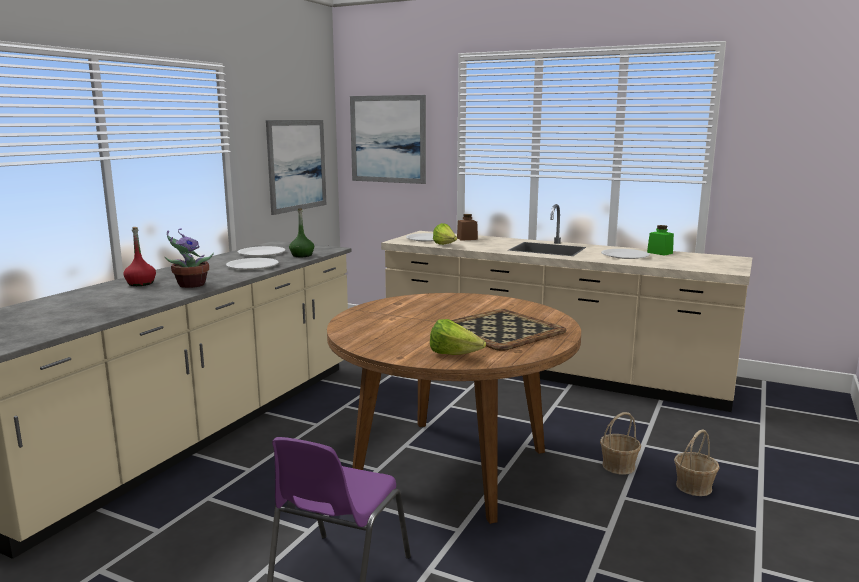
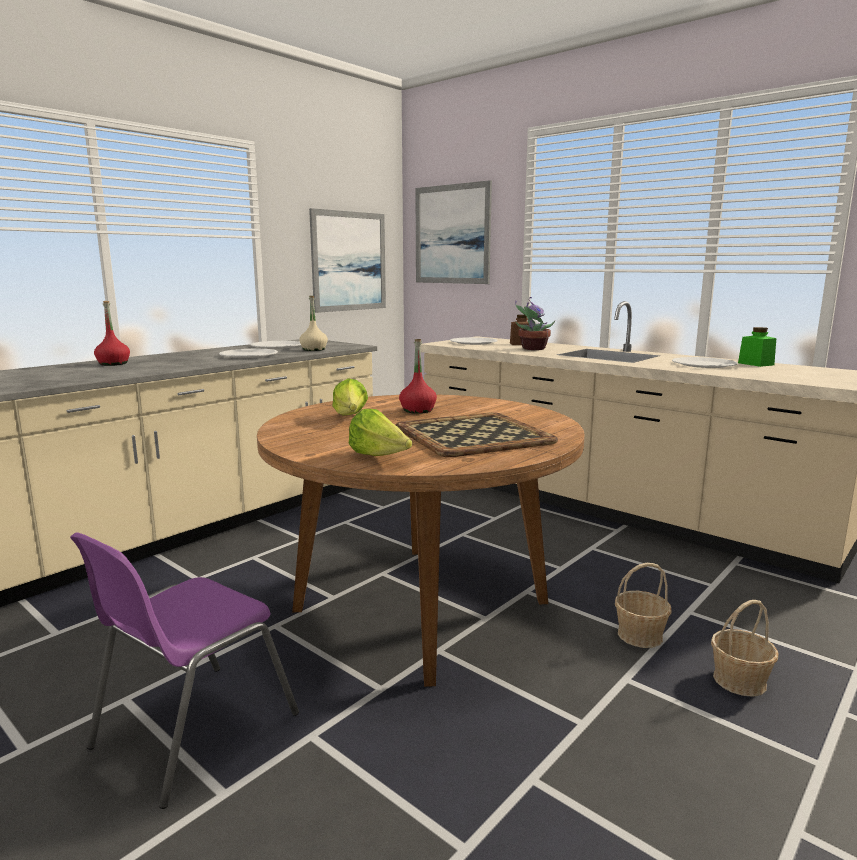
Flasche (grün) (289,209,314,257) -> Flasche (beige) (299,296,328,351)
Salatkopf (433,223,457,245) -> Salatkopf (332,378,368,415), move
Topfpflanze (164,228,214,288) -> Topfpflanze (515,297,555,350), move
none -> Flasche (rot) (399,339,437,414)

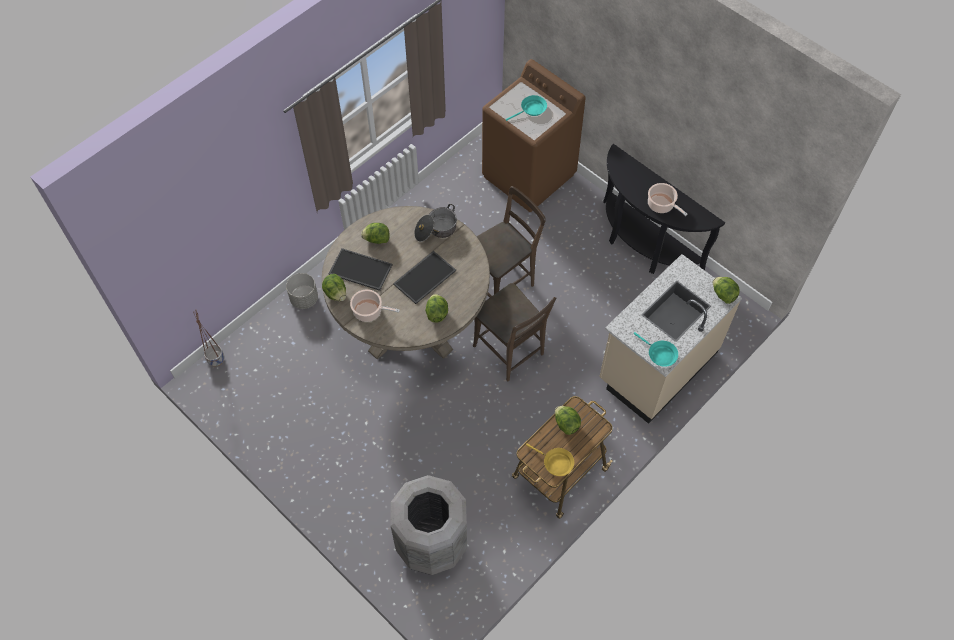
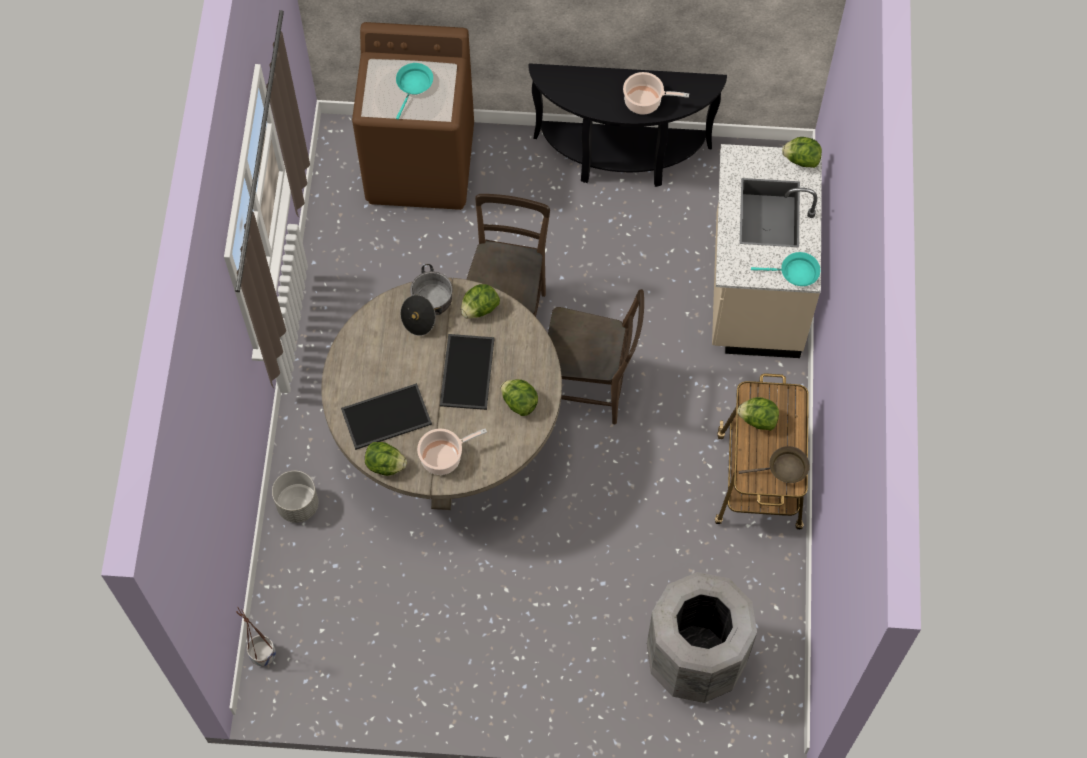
Salatkopf (361,223,390,244) -> Salatkopf (461,284,500,319), move
Pfanne (gelb) (526,443,574,476) -> Pfanne (braun) (739,446,810,483)

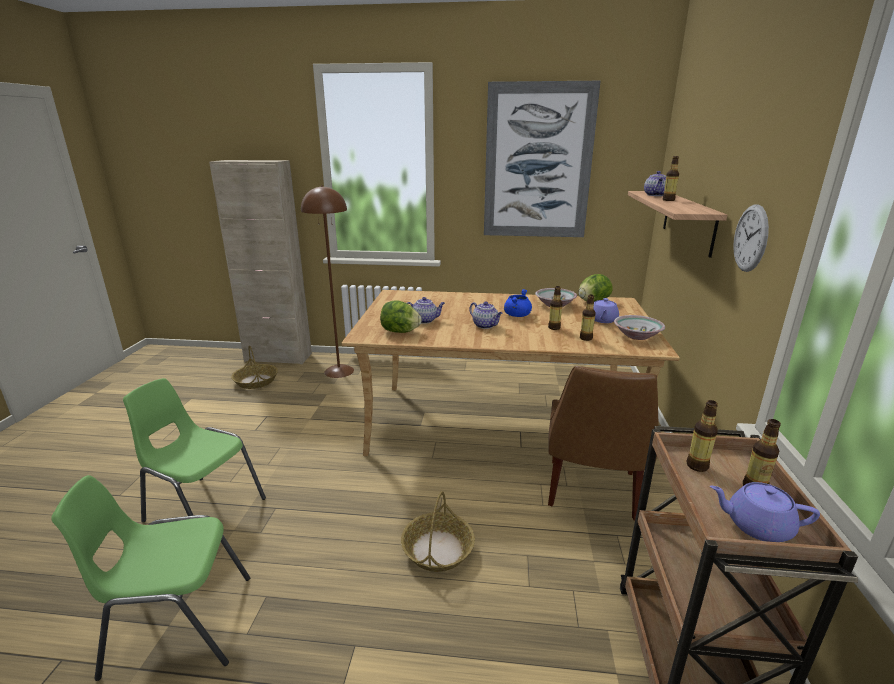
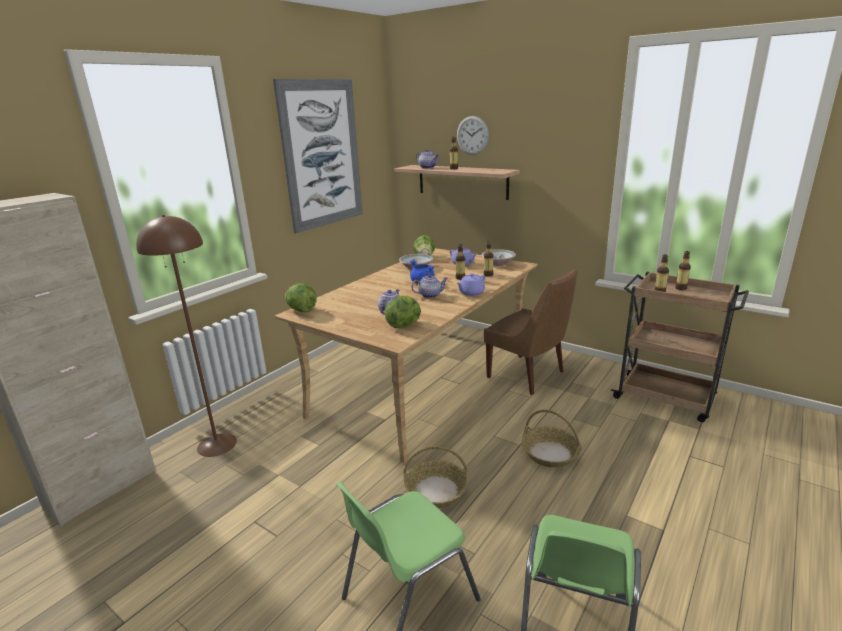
Wanduhr (733,204,769,272) -> Wanduhr (457,116,489,155), move
Korb (231,346,278,389) -> Korb (404,446,468,508), move
Teekanne (lila) (710,482,820,542) -> Teekanne (lila) (456,273,485,296), move
none -> Salatkopf (285,283,317,312)

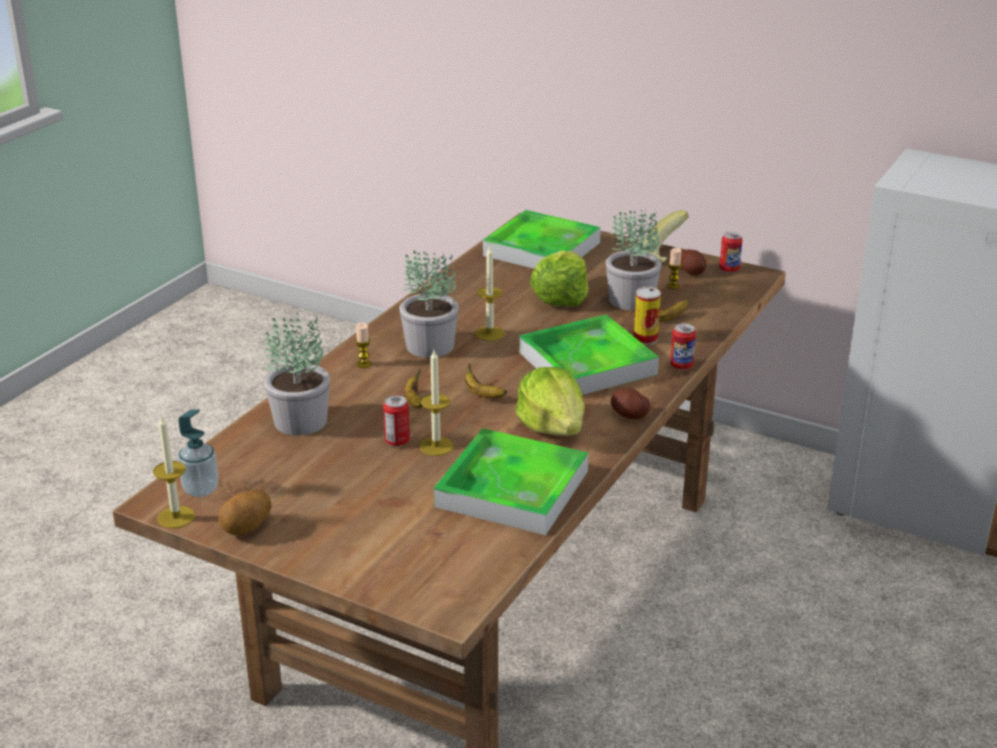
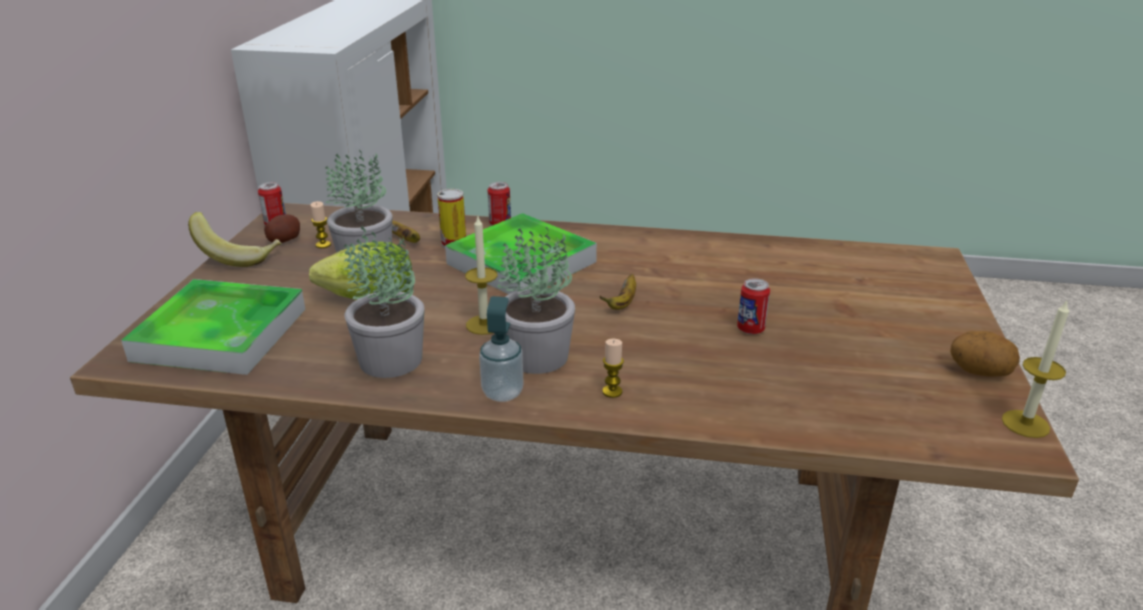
Topfpflanze (264,313,330,435) -> Topfpflanze (344,226,425,378), move
Kerze (420,350,454,456) -> none
Salatkopf (515,367,585,436) -> none
Banane (405,368,423,408) -> none
Kartoffel (611,388,650,419) -> none
Seifenspender (178,409,219,497) -> Seifenspender (479,296,523,402), move
Tablett (434,428,589,535) -> none

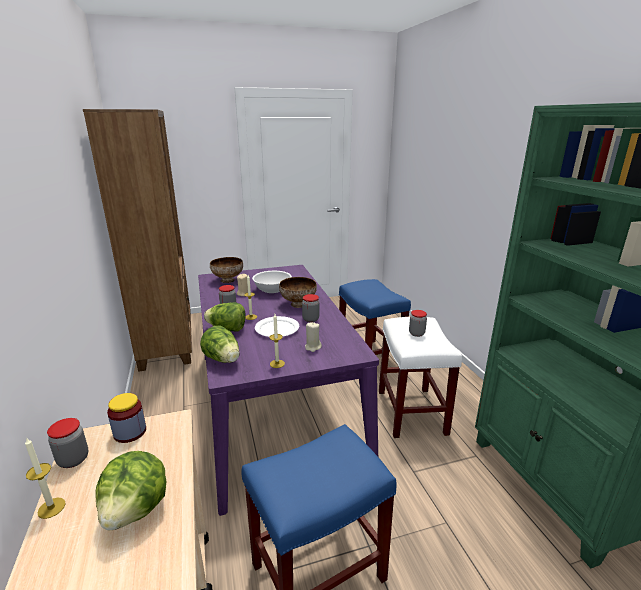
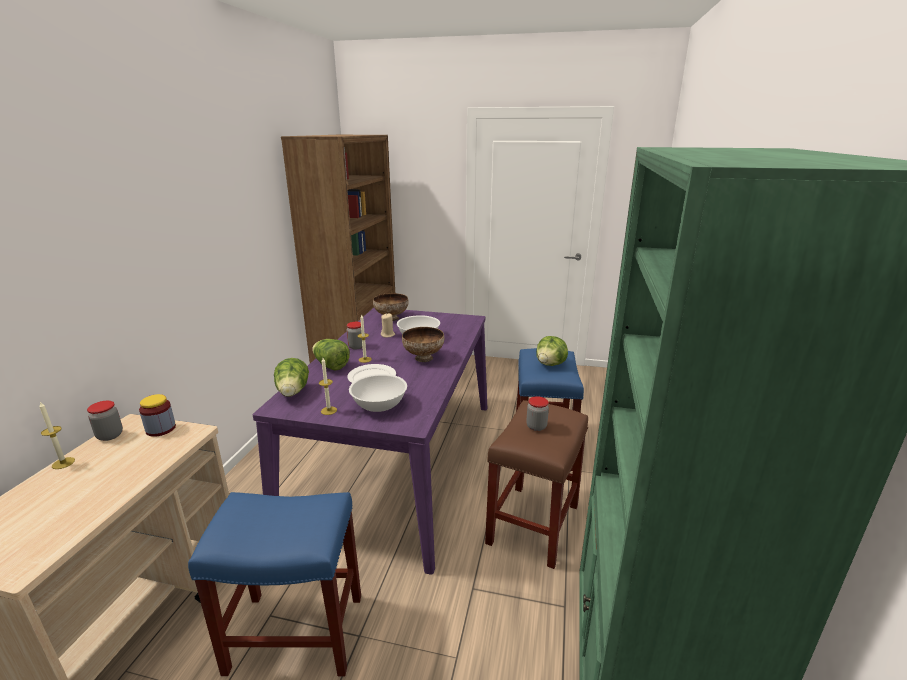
Vorratsglas (302,294,319,322) -> none
Hocker (weiß) (379,317,462,438) -> Hocker (braun) (485,400,588,569)
Kerze (beige) (305,322,322,352) -> Schüssel (weiß) (349,374,407,412)
Salatkopf (95,451,166,530) -> Salatkopf (536,336,568,366), move

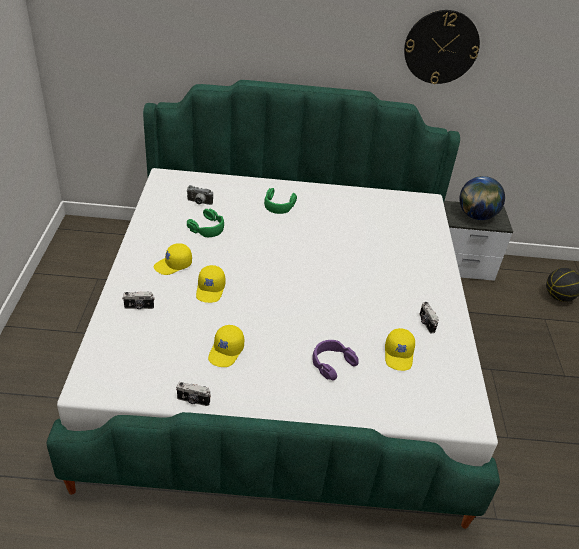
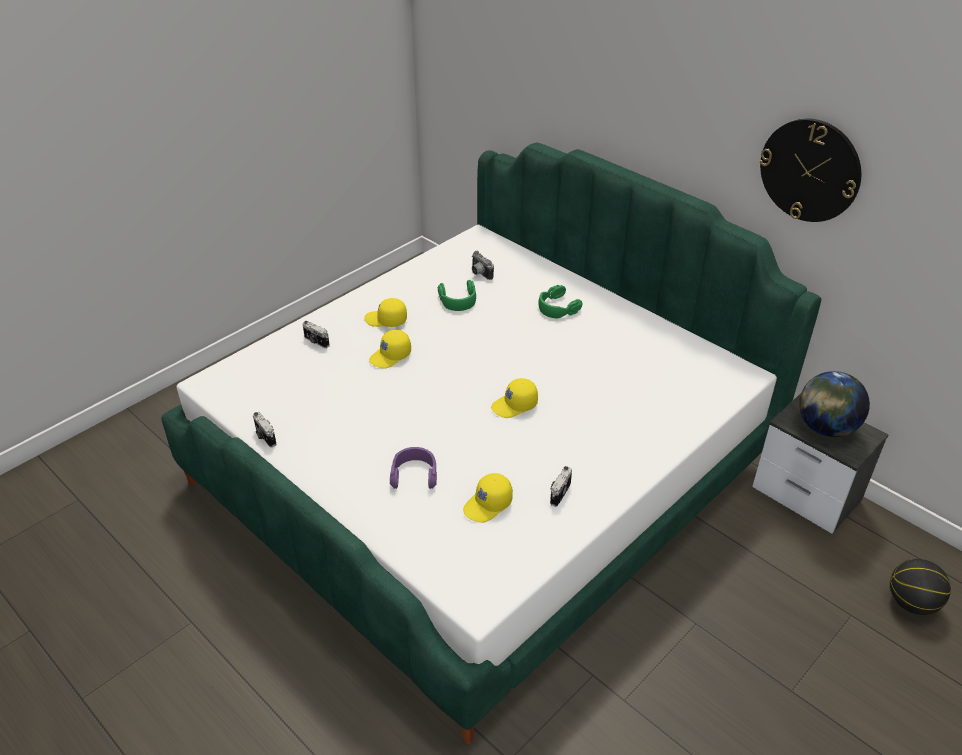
Kappe (gelb) (208,325,244,367) -> Kappe (gelb) (491,378,538,418), move

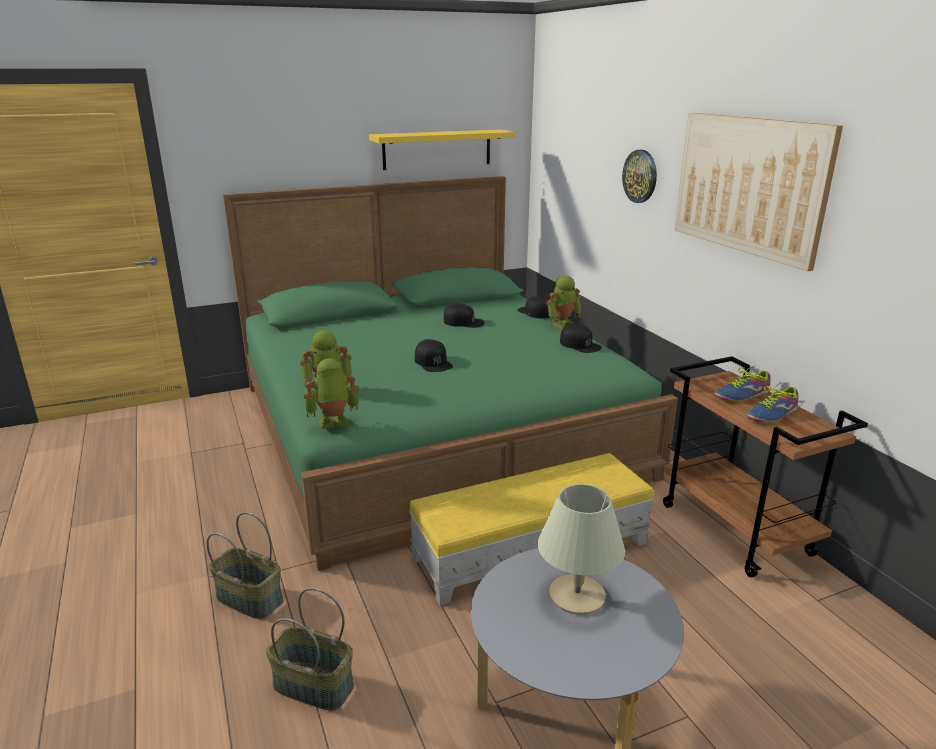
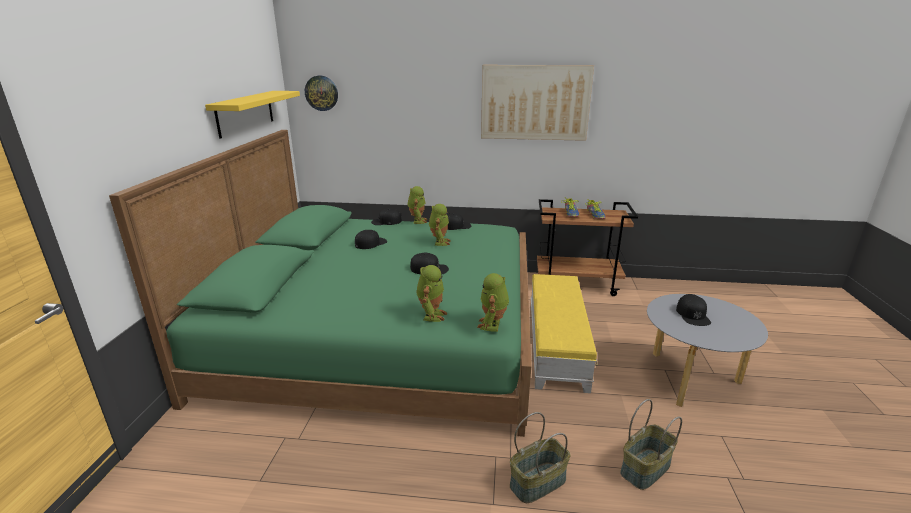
Wanduhr (622,150,657,203) -> Wanduhr (305,76,338,111), move
Tischlampe (beige) (538,484,625,615) -> Kappe (schwarz) (676,294,711,326)
none -> Spielzeugroboter (429,204,451,246)

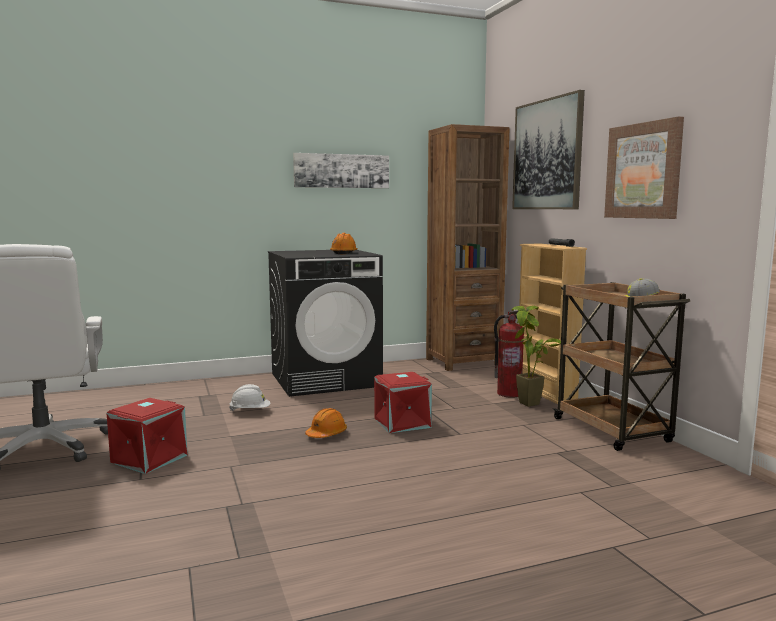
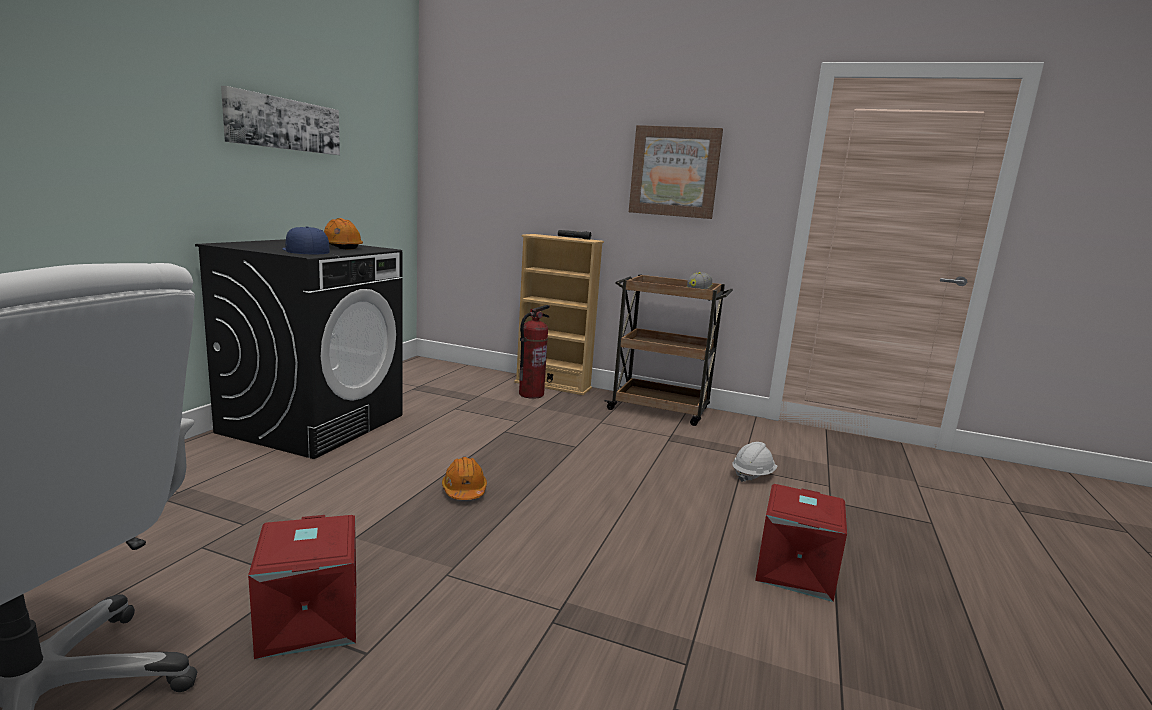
Bild (512,90,585,209) -> none
Bücherregal (braun) (426,124,510,371) -> none
Topfpflanze (512,306,561,407) -> none
Aufbewahrungsbox (rot) (374,372,432,433) -> Aufbewahrungsbox (rot) (755,484,847,602), move
Schutzhelm (weiß) (229,384,270,411) -> Schutzhelm (weiß) (733,442,778,482), move
none -> Kappe (blau) (282,226,330,254)

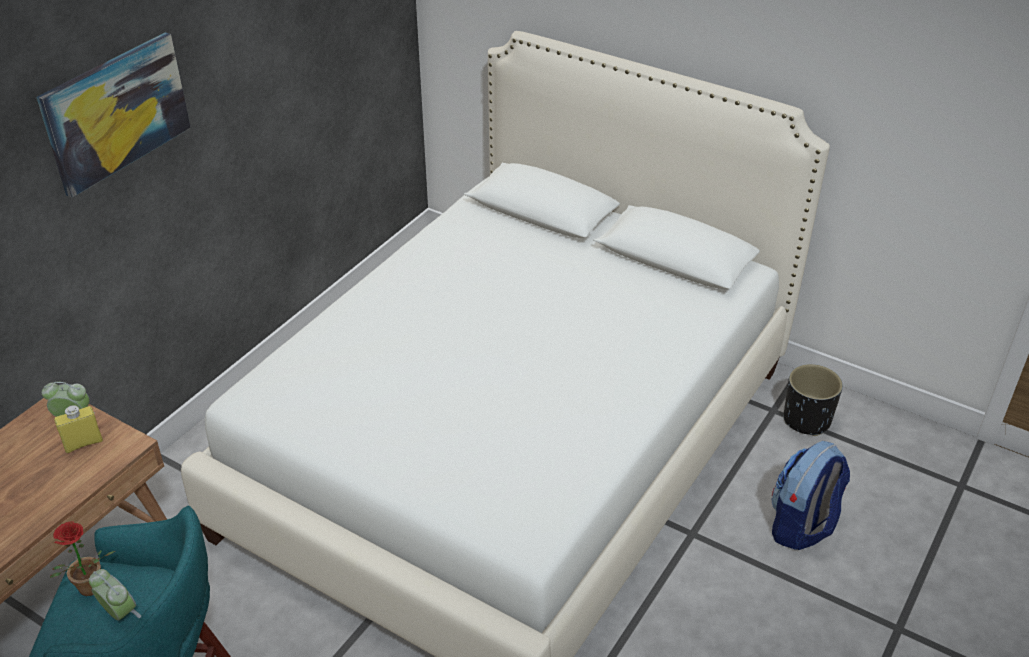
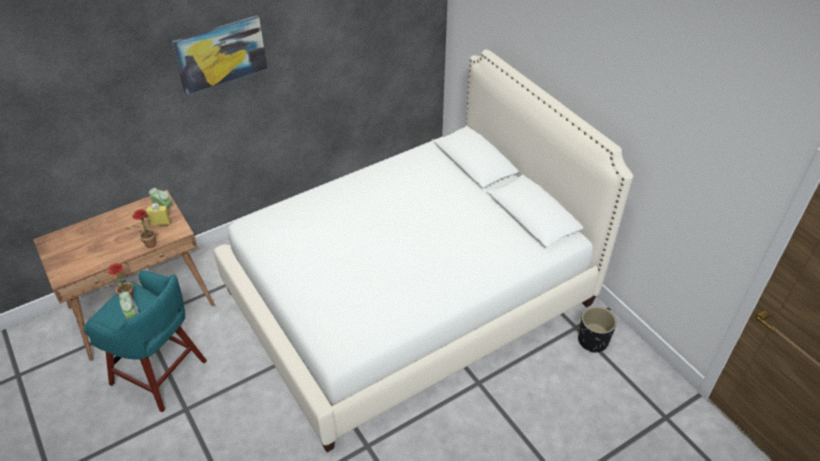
Rucksack (771,441,850,550) -> none
none -> Topfpflanze (125,209,158,248)

